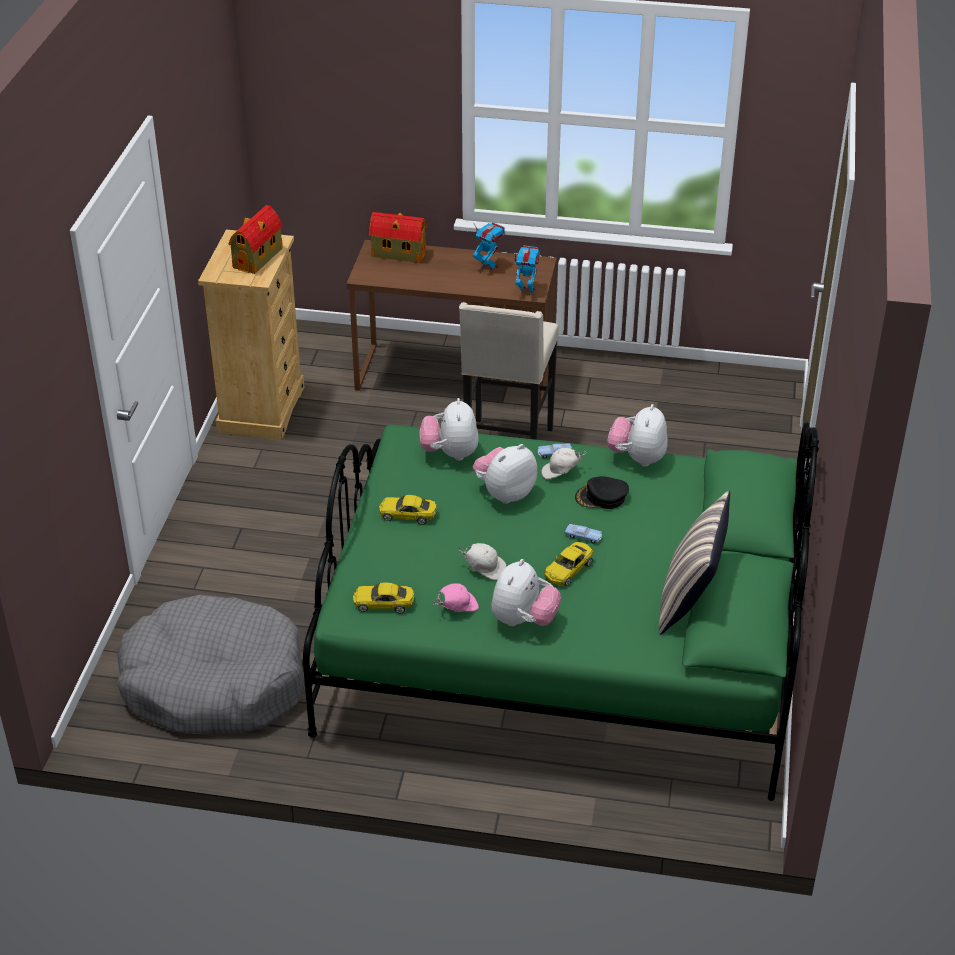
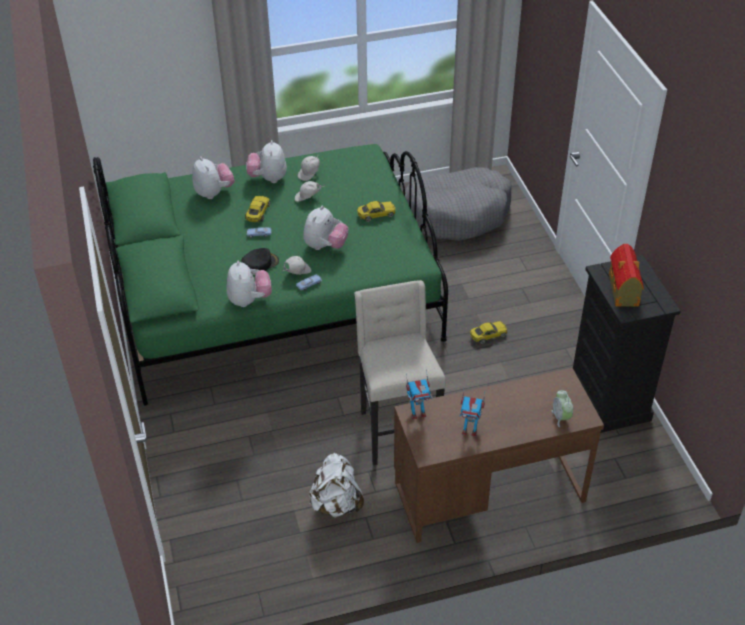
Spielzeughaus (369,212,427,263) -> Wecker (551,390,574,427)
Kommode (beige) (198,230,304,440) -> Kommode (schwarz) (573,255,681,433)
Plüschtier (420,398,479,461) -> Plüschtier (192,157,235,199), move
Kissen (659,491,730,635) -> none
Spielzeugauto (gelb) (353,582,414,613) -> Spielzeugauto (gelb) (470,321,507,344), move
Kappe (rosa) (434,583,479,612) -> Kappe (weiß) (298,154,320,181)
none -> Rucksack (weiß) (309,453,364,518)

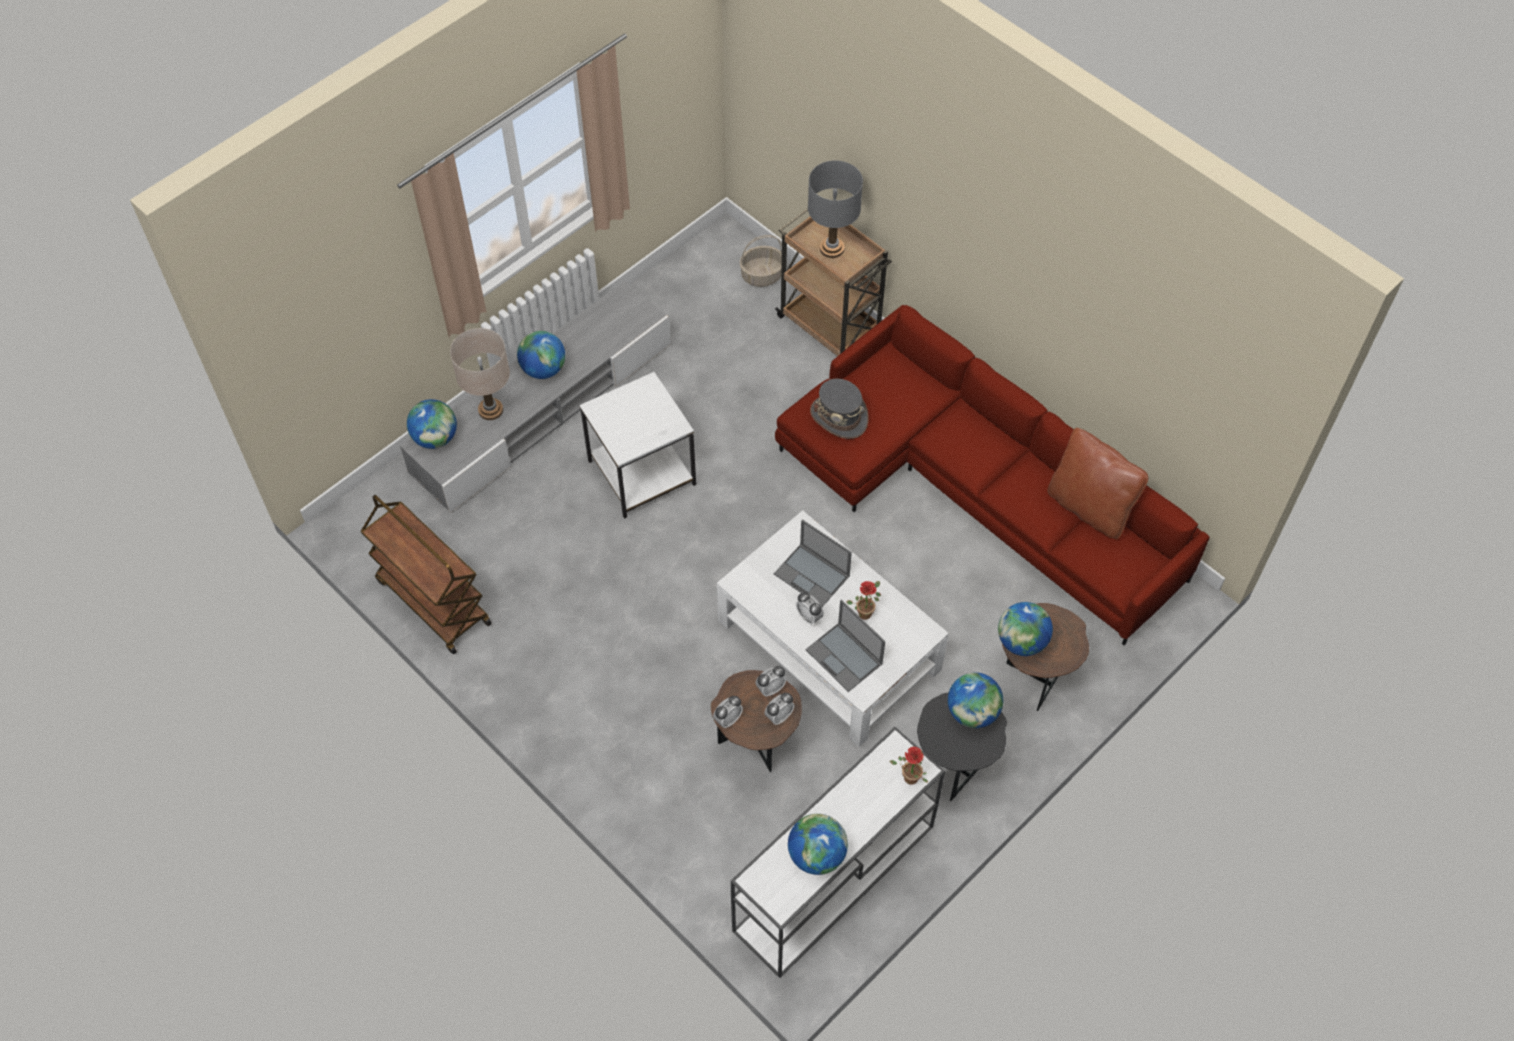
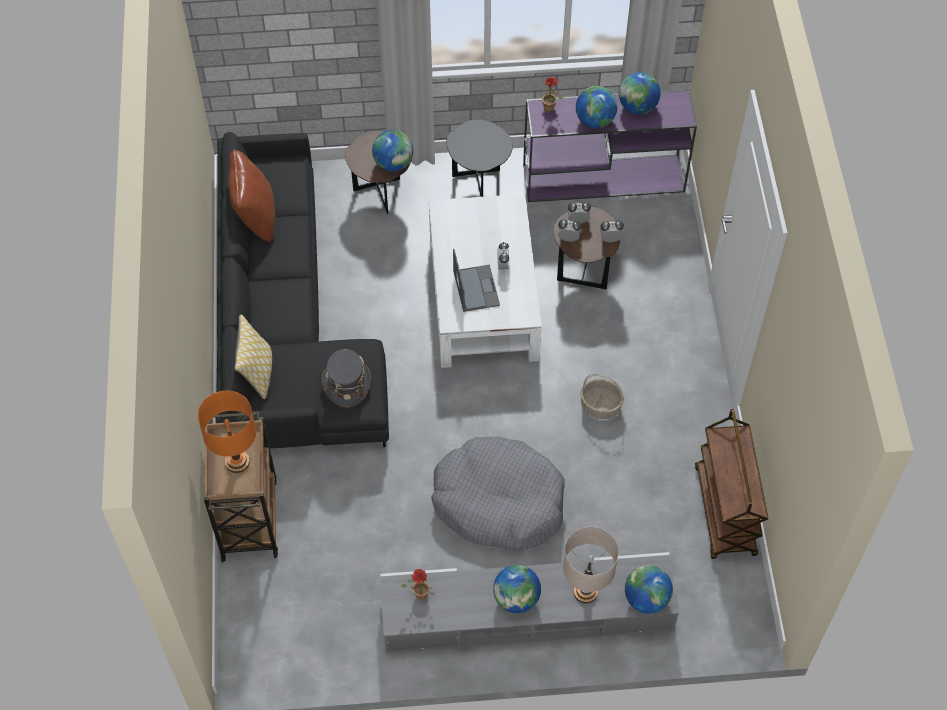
Tischlampe (grau) (808,160,863,258) -> Tischlampe (orange) (198,391,256,473)
Korb (740,235,782,287) -> Korb (580,374,624,419), move
Sofa (rot) (775,305,1210,646) -> Sofa (schwarz) (216,132,389,449)
Beistelltisch (weiß) (579,372,696,519) -> Hundebett (grau) (431,437,565,551)
Topfpflanze (847,581,881,620) -> Topfpflanze (401,569,435,600), move
Laptop (806,599,885,692) -> none
Globus (948,673,1003,728) -> Globus (576,86,617,128), move
Konsolentisch (weiß) (731,727,945,978) -> Konsolentisch (lila) (523,89,697,202)
none -> Kissen (235,314,272,399)

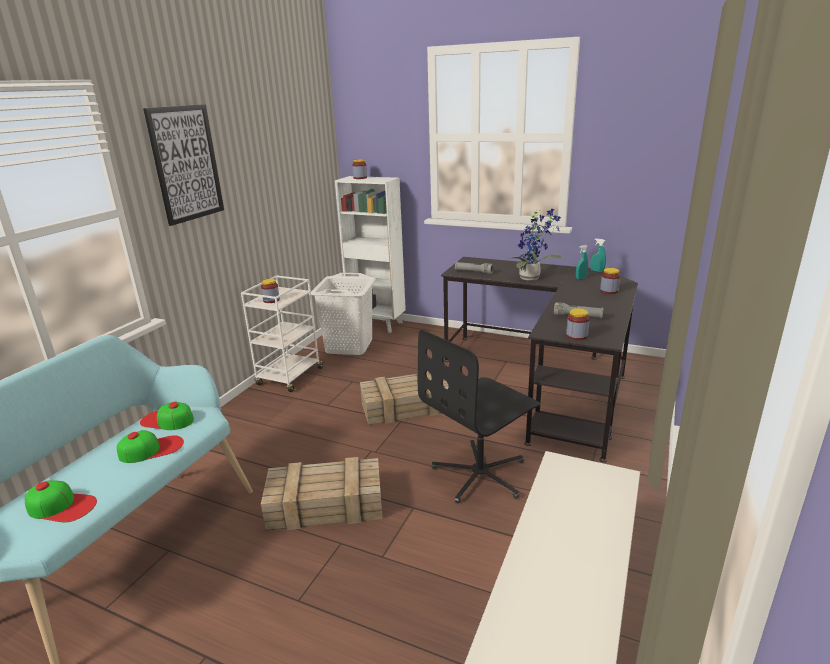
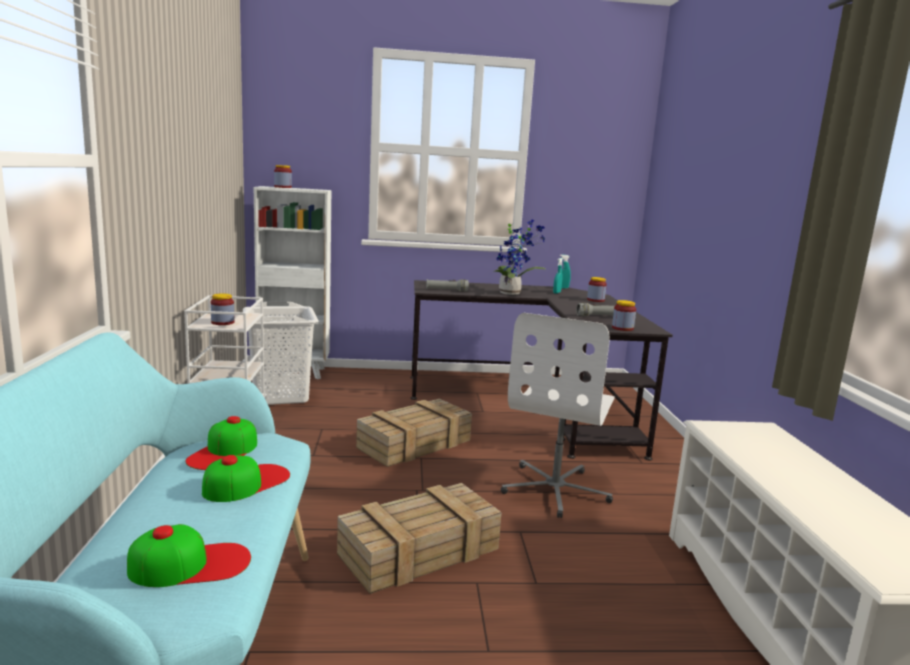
Bild (143,104,224,226) -> none
Bürostuhl (schwarz) (418,329,540,504) -> Bürostuhl (weiß) (501,313,615,518)
Kappe (140,402,194,430) -> Kappe (185,416,257,470), 60 degrees counterclockwise

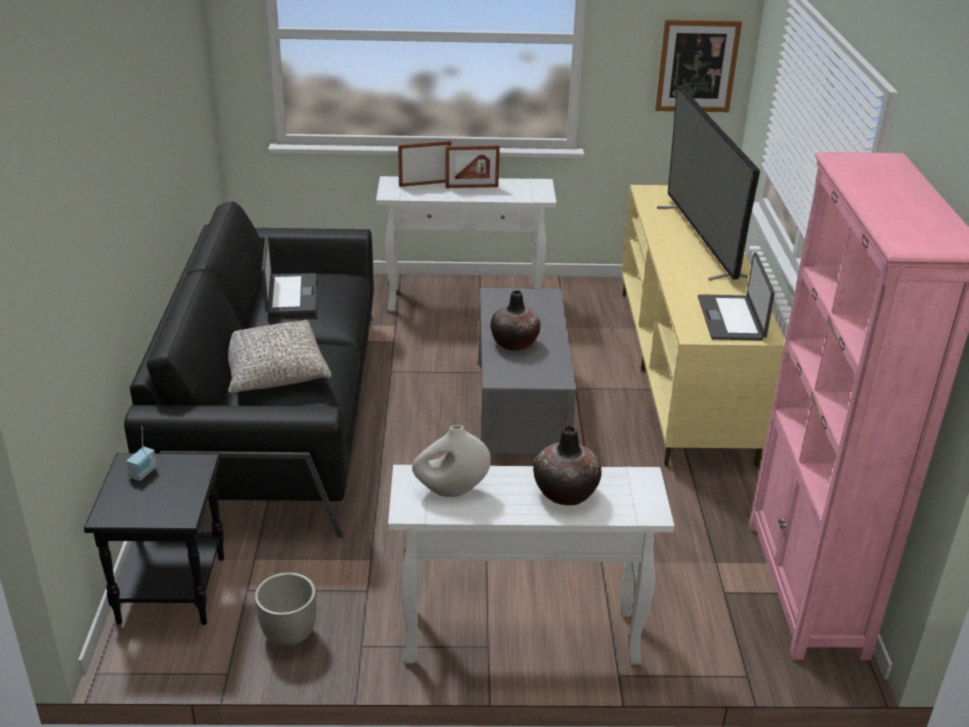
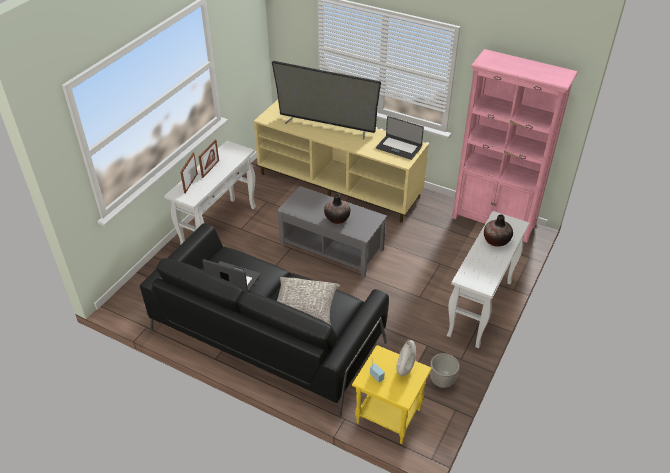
Bild (655,19,742,112) -> none
Vase (weiß) (412,425,491,497) -> Vase (weiß) (396,340,416,376), move
Beistelltisch (schwarz) (84,453,224,625) -> Beistelltisch (gelb) (352,345,432,444)

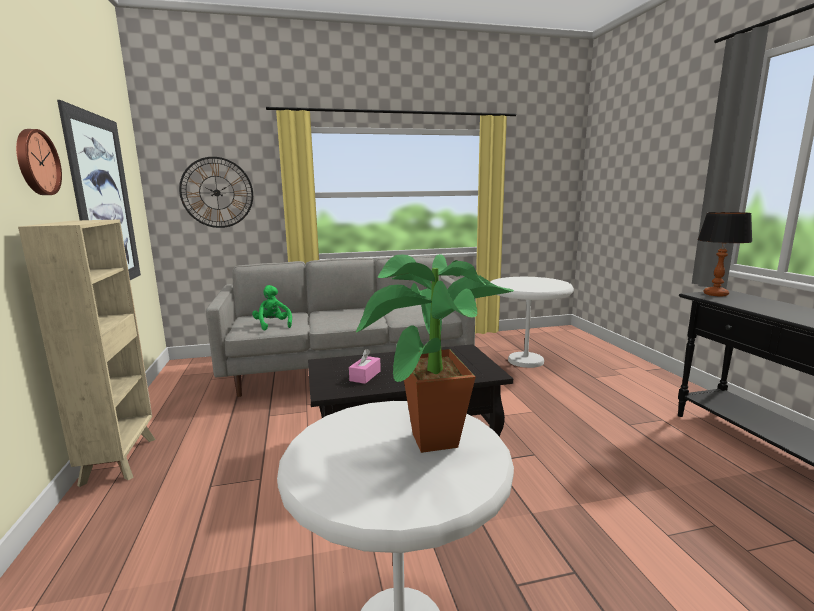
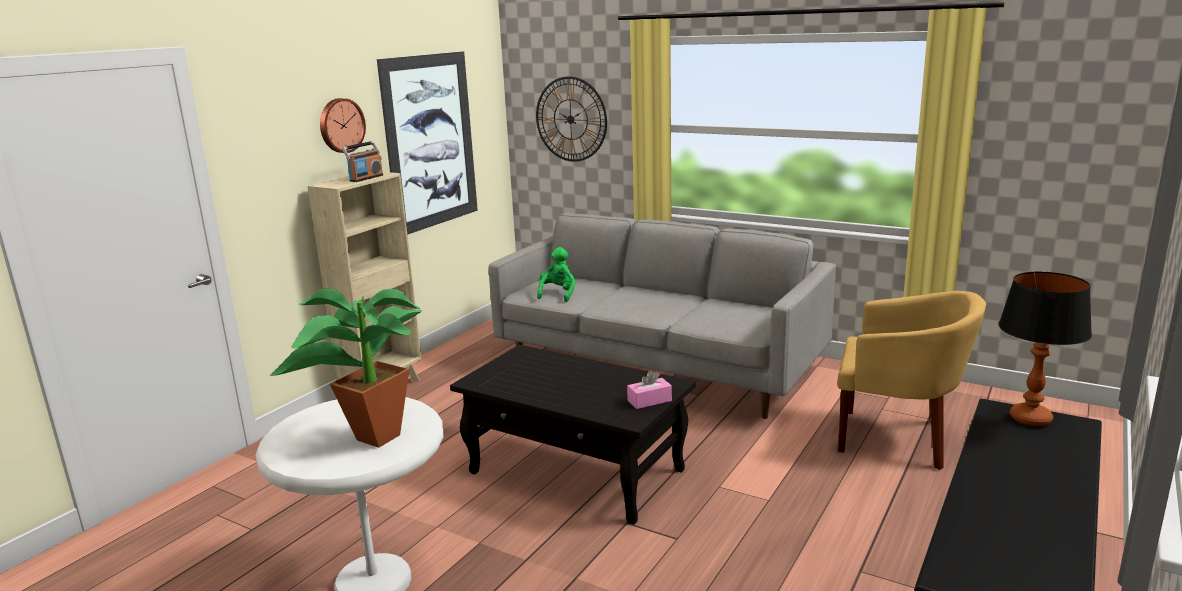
Beistelltisch (weiß) (490,277,574,368) -> Sessel (gelb) (837,291,986,470)
Taschentuchbox (rosa) (349,349,381,384) -> Taschentuchbox (rosa) (627,370,672,409), move
none -> Radio (342,141,383,182)

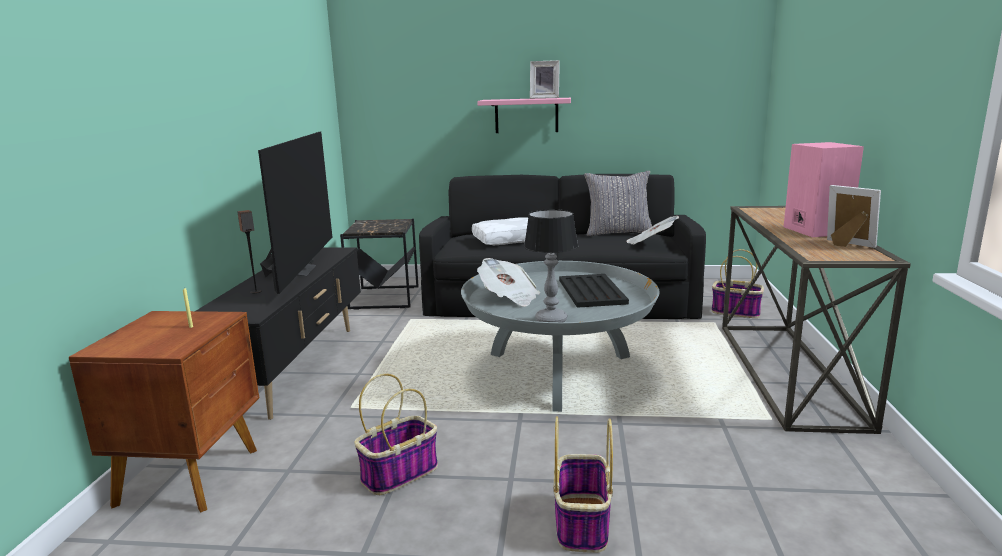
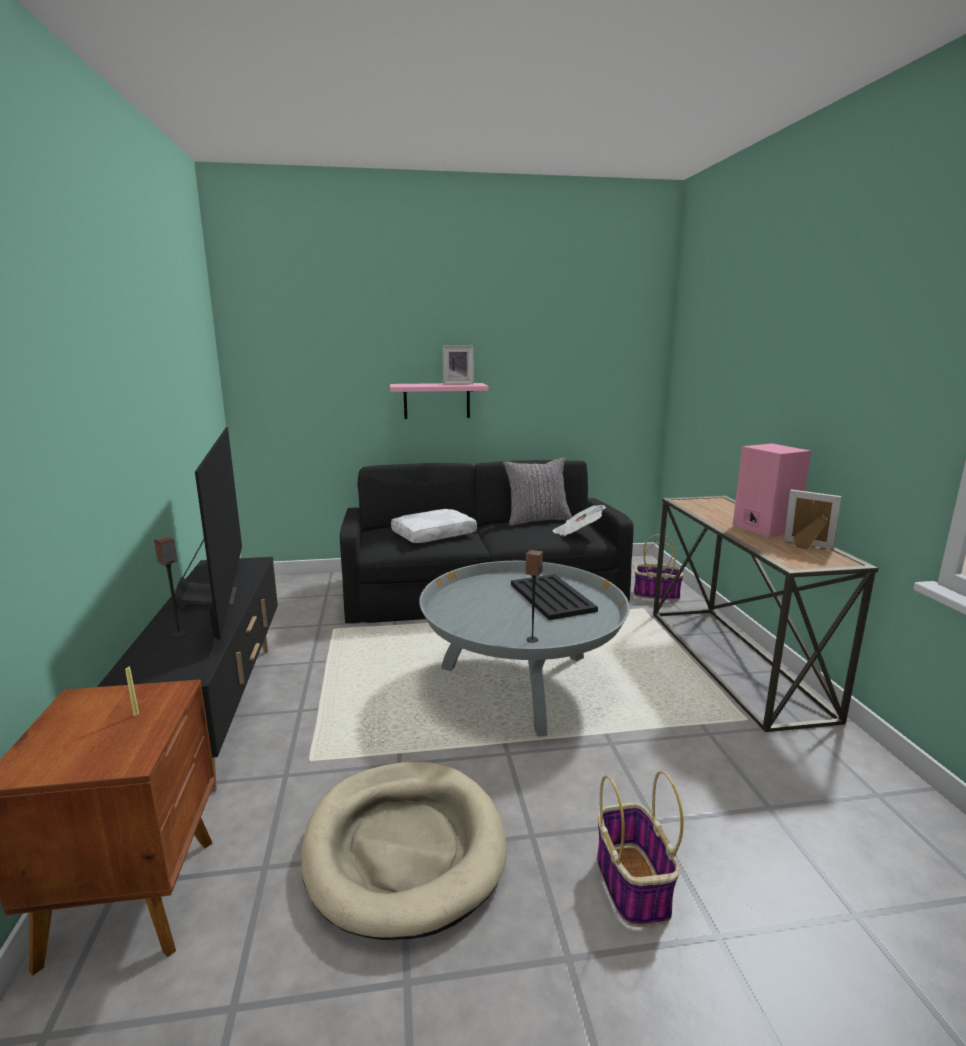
Tischlampe (524,209,578,322) -> Lautsprecher (525,550,543,643)
Beistelltisch (schwarz) (340,218,419,310) -> none
Zeitung (477,258,540,307) -> none
Korb (354,374,438,495) -> Hundebett (beige) (301,762,507,940)

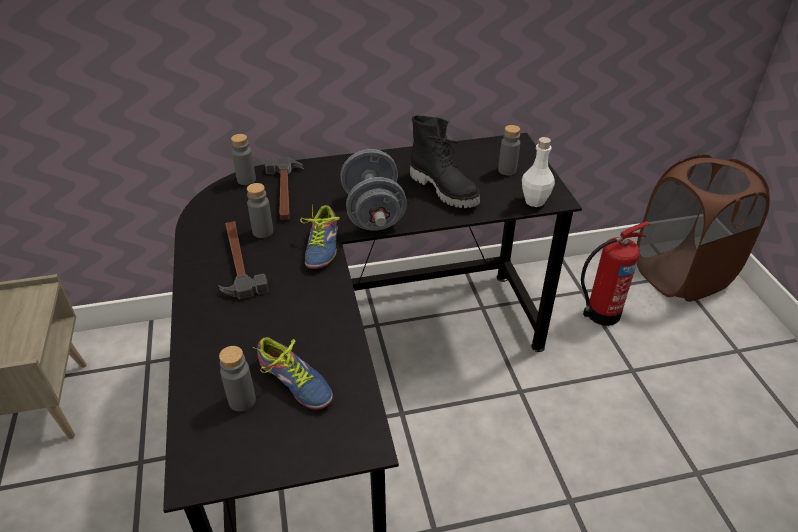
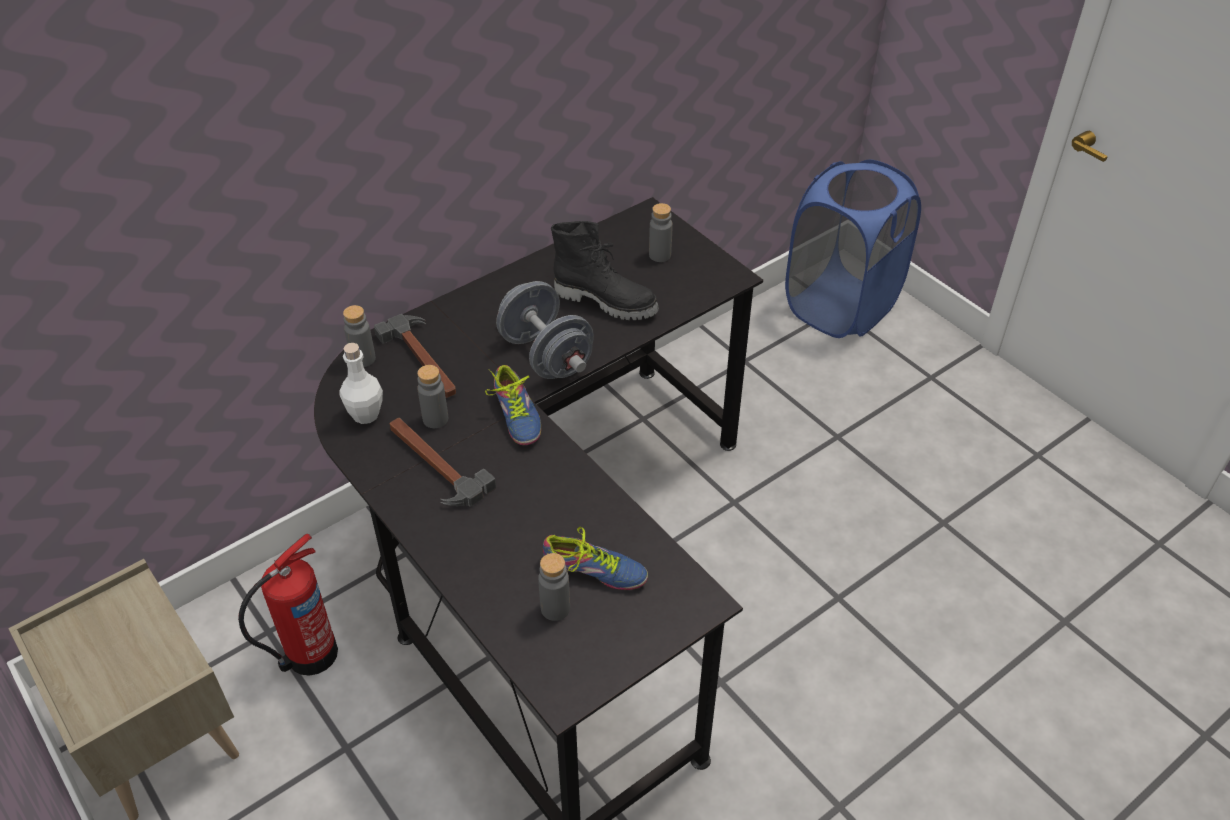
Flasche (weiß) (522,137,555,207) -> Flasche (weiß) (340,343,383,424), move
Wäschekorb (braun) (637,154,770,302) -> Wäschekorb (blau) (785,159,921,338)
Feuerlöscher (581,221,650,326) -> Feuerlöscher (238,534,338,676), move

